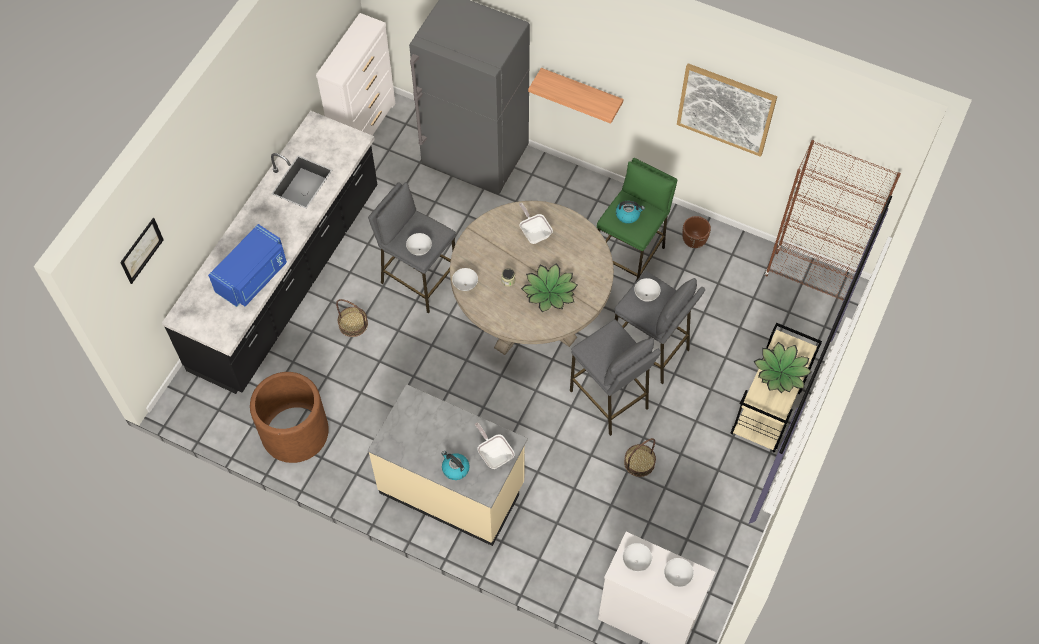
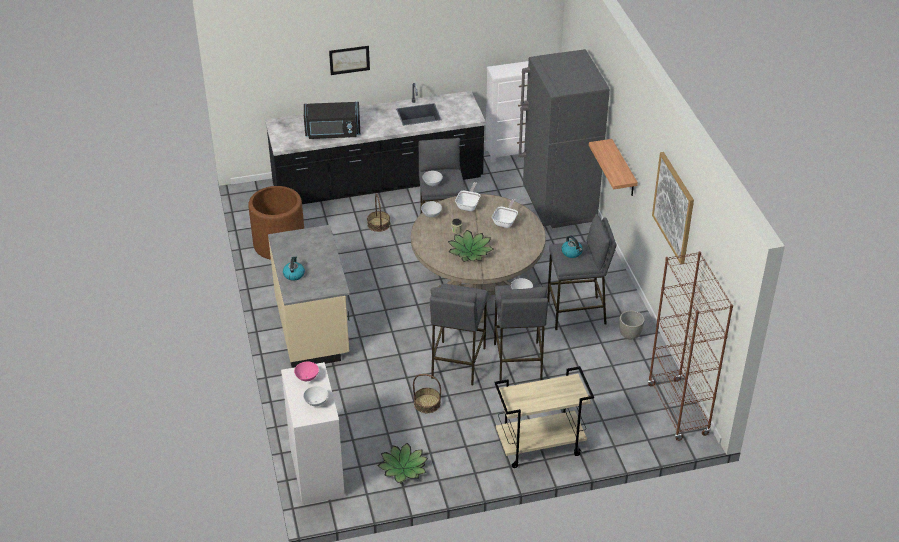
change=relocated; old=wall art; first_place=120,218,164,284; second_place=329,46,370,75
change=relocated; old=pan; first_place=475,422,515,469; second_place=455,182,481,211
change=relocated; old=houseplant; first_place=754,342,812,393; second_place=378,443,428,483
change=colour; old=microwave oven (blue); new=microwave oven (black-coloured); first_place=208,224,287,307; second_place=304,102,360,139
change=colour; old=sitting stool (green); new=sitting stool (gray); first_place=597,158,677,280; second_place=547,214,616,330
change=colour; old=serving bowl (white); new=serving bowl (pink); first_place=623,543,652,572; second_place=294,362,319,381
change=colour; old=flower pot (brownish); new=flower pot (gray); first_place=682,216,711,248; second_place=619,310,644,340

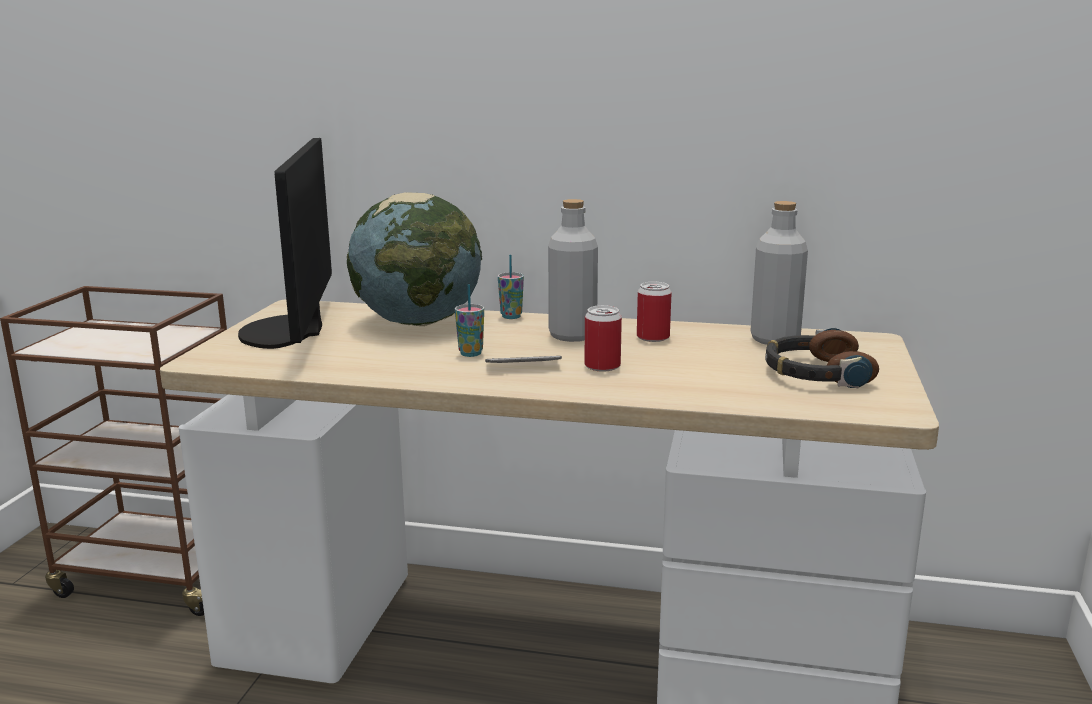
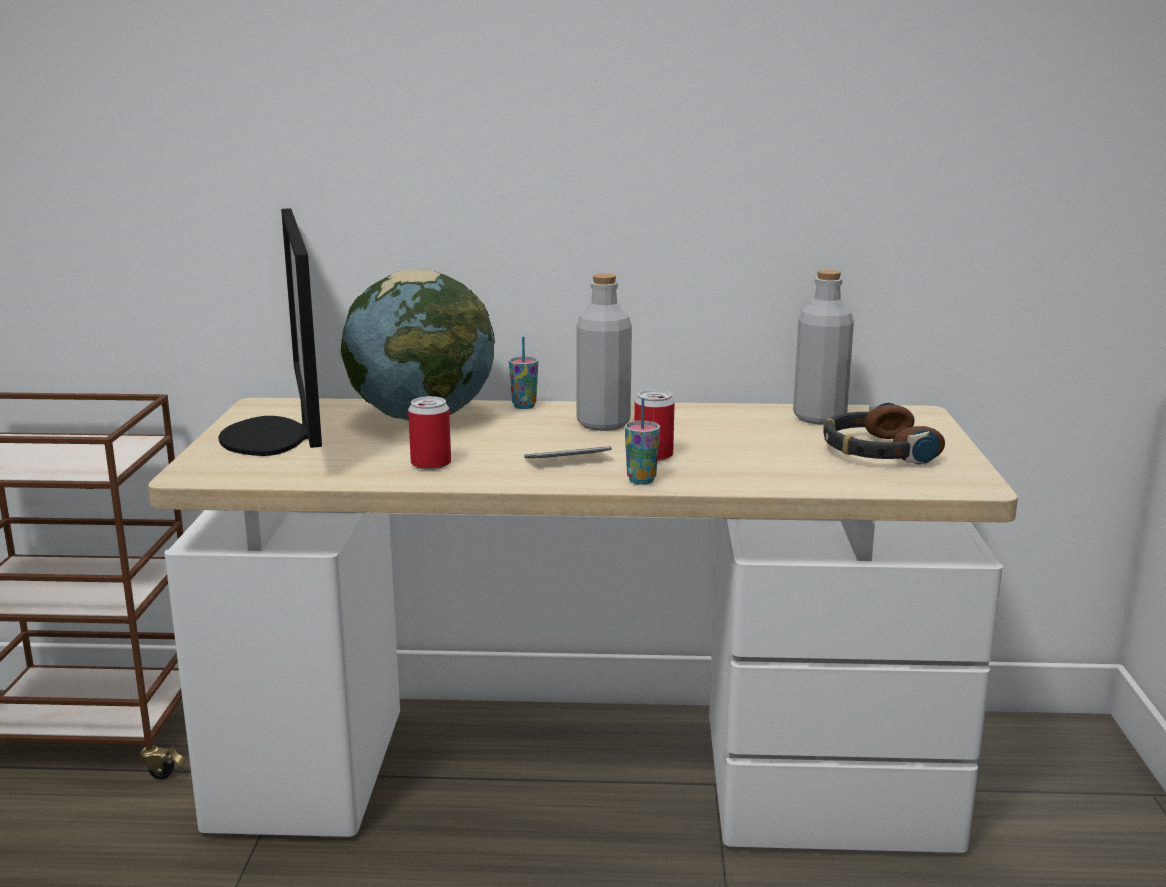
change=relocated; old=small cup; first_place=455,284,484,357; second_place=625,398,660,485
change=relocated; old=can; first_place=637,282,672,342; second_place=408,396,451,470

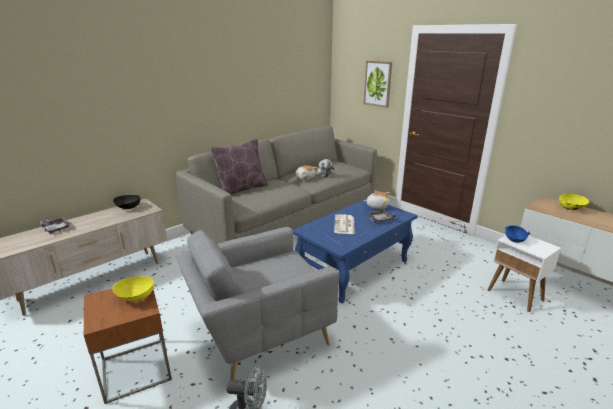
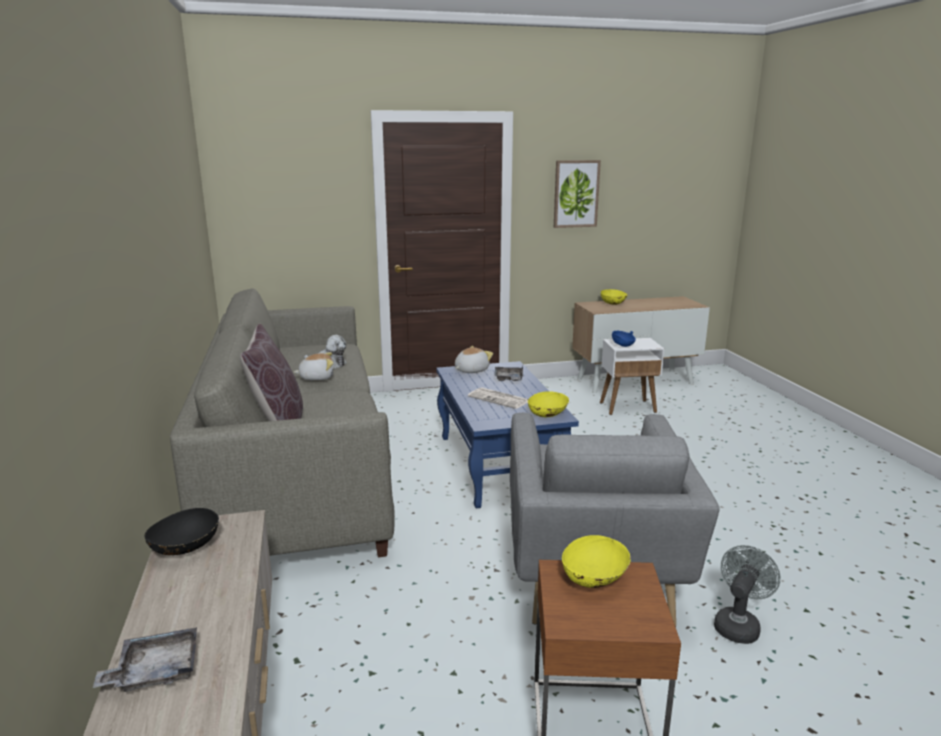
change=appeared; new=serving bowl (yellowish); second_place=528,391,569,417
change=relocated; old=wall art; first_place=364,61,392,108; second_place=554,160,601,228

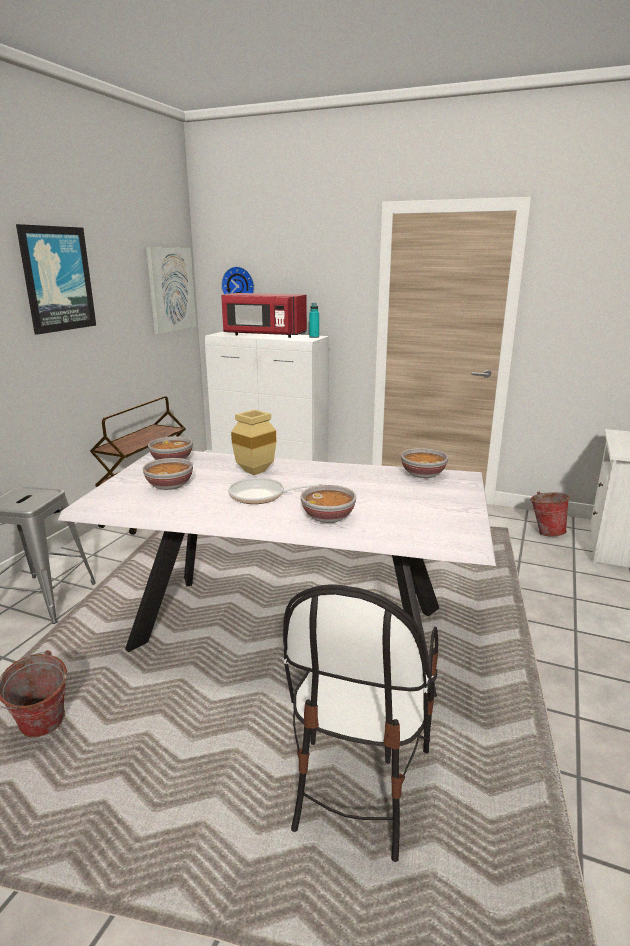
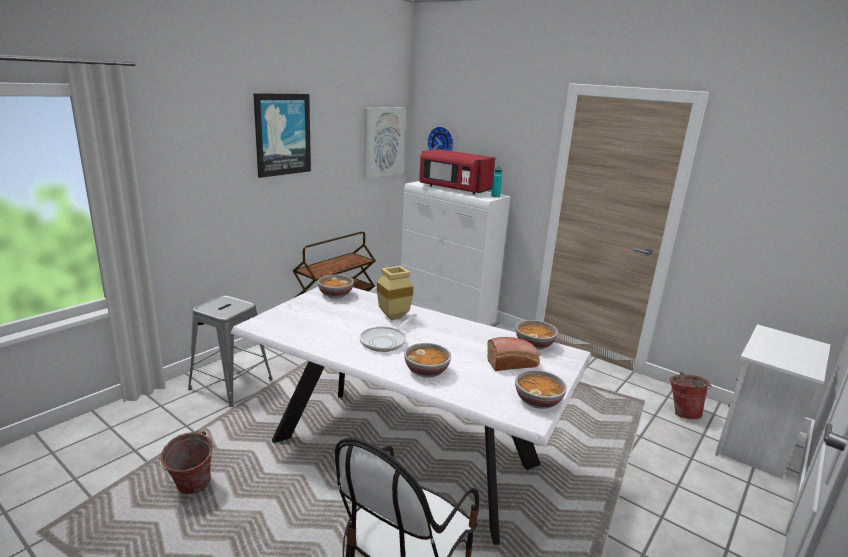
change=appeared; new=bakery bread; second_place=487,337,540,371
change=relocated; old=serving bowl; first_place=143,458,193,490; second_place=515,370,567,409
change=spun; old=pan; first_place=228,478,326,504; second_place=360,314,417,352; degrees=-75

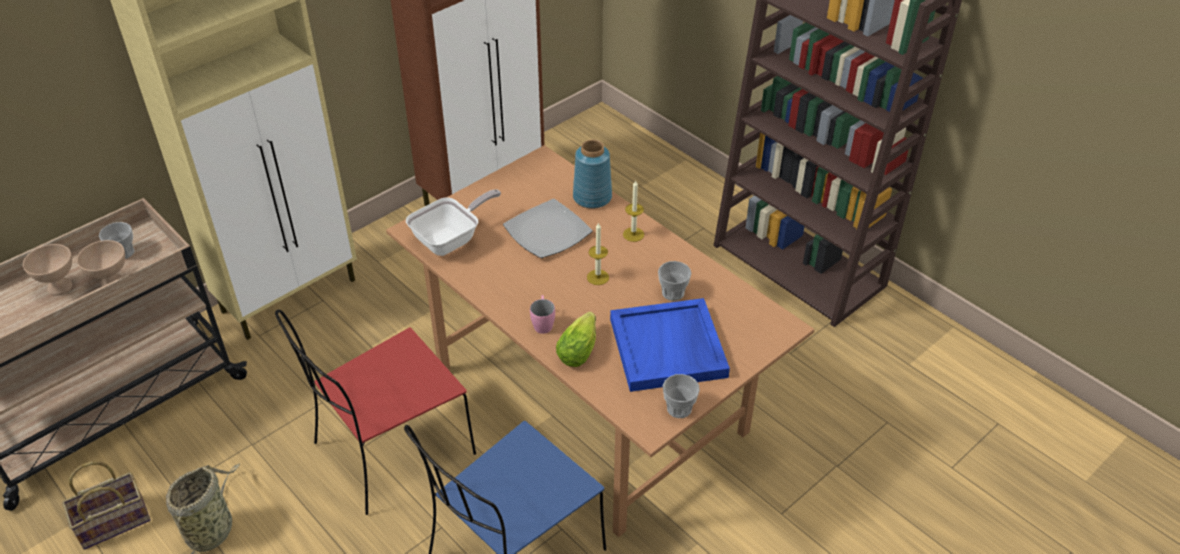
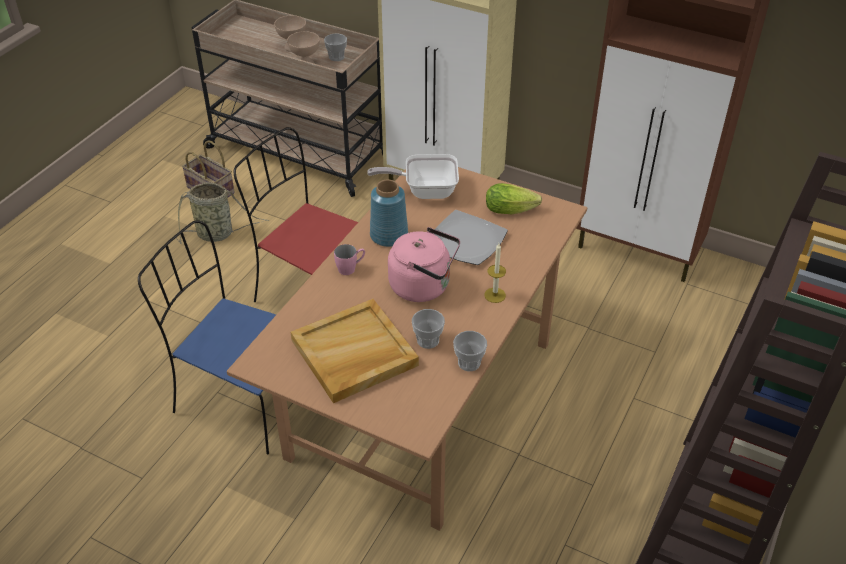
change=relocated; old=lettuce head; first_place=556,312,596,367; second_place=486,183,542,214
change=relocated; old=flower vase (blue); first_place=573,139,612,208; second_place=370,180,408,247
change=relocated; old=small cup; first_place=663,374,700,418; second_place=453,331,487,371
change=exchanged; old=wax candle; new=tea kettle (pink); first_place=587,222,609,285; second_place=388,227,460,302
change=colour; old=serving tray (blue); new=serving tray (beige); first_place=610,298,730,392; second_place=291,299,419,403
change=spun; old=pan; first_place=406,189,501,256; second_place=367,154,459,199; degrees=150

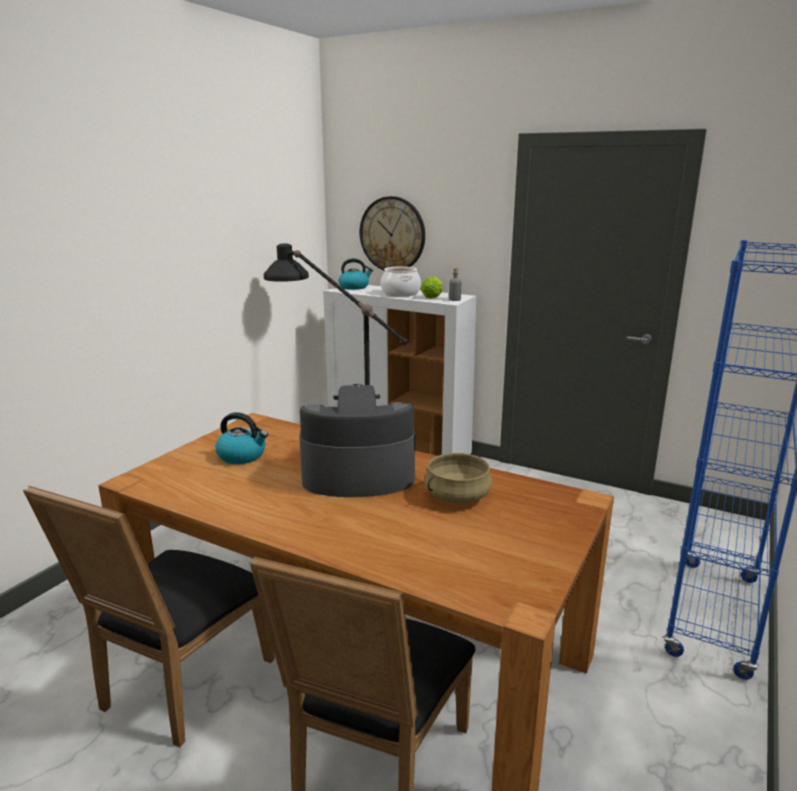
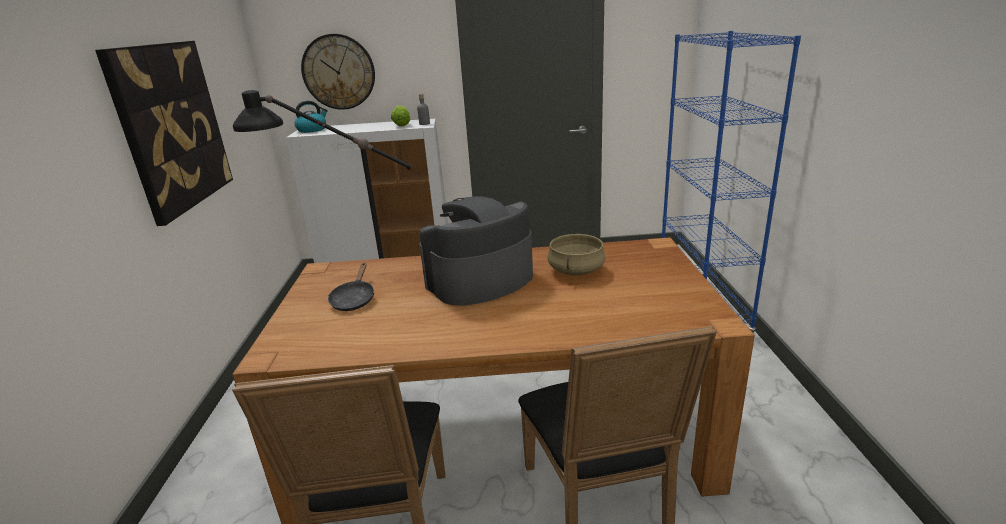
change=missing; old=saucepot; first_place=381,266,421,297
change=appeared; new=wall art; second_place=95,41,233,226
change=exchanged; old=tea kettle; new=pan (black-coloured); first_place=215,412,268,464; second_place=328,263,374,311

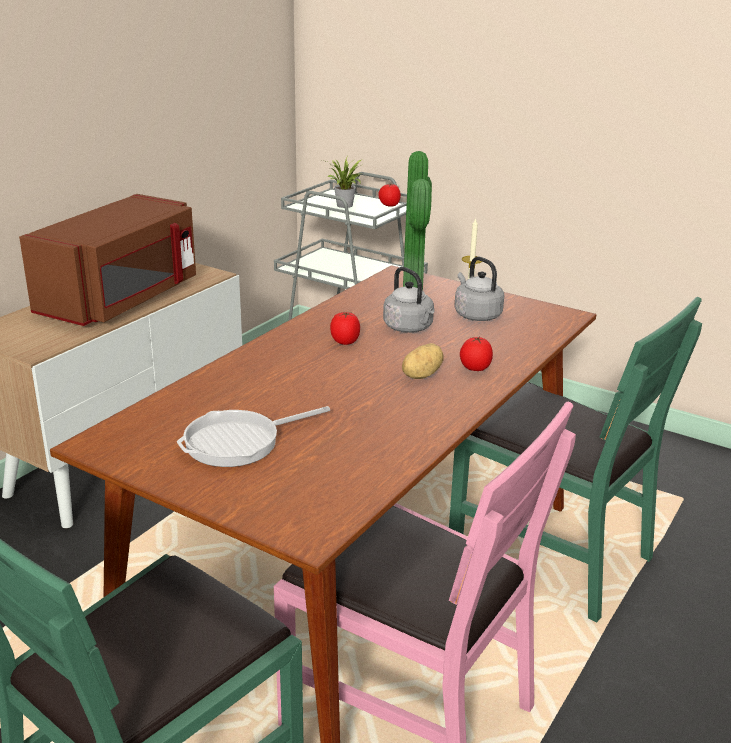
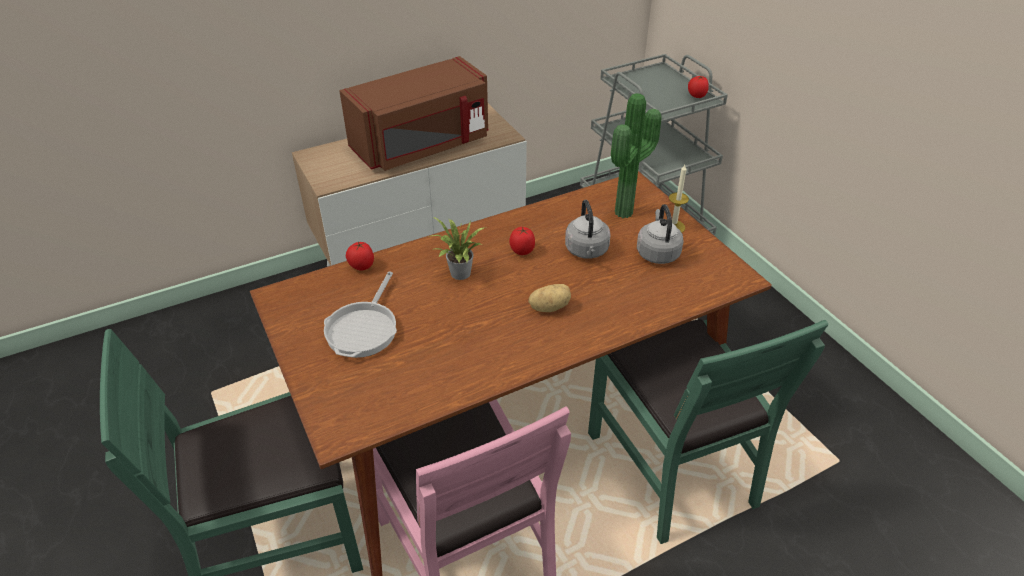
change=relocated; old=houseplant; first_place=322,157,363,208; second_place=429,217,486,280
change=relocated; old=tomato; first_place=460,336,493,371; second_place=346,242,374,270
change=spun; old=pan; first_place=177,406,330,467; second_place=324,272,397,358; degrees=-75

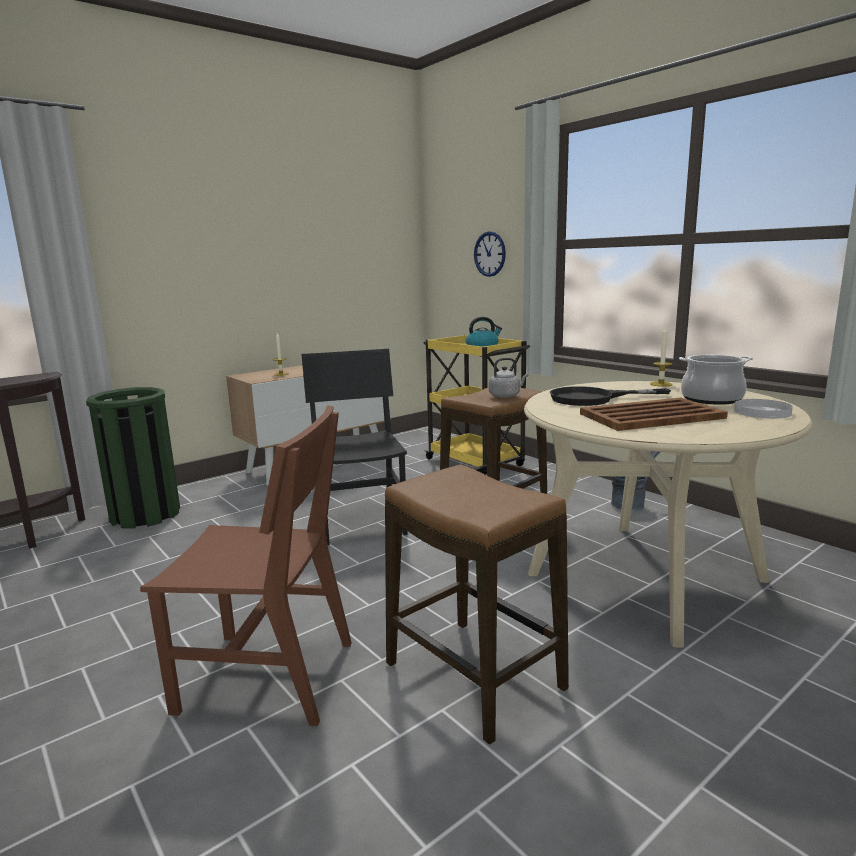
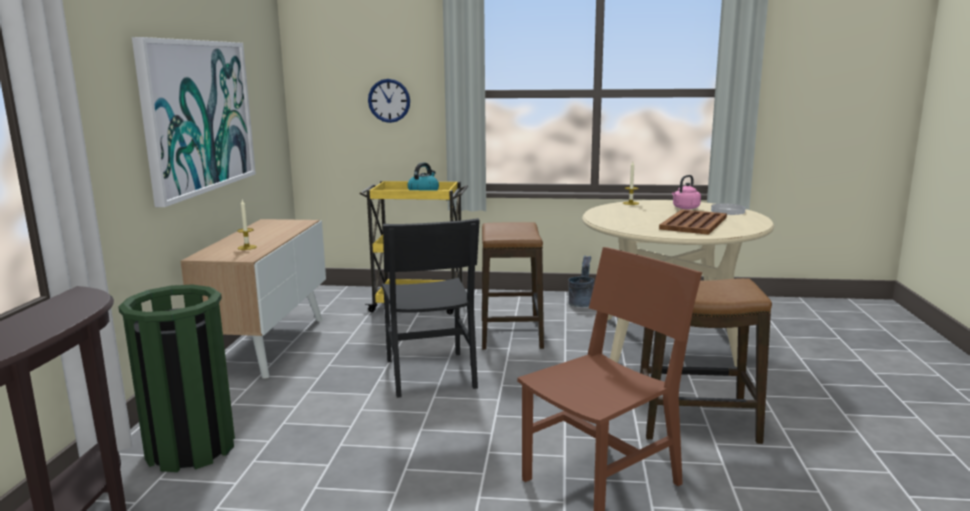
change=missing; old=tea kettle (gray); first_place=489,358,528,398
change=missing; old=pan (black-coloured); first_place=550,386,671,406
change=appeared; new=wall art; second_place=132,37,256,207
change=exchanged; old=saucepot; new=tea kettle (pink); first_place=679,355,753,405; second_place=672,175,701,209
change=spun; old=plain chair (black-coloured); first_place=301,349,408,545; second_place=382,218,480,398; degrees=-135

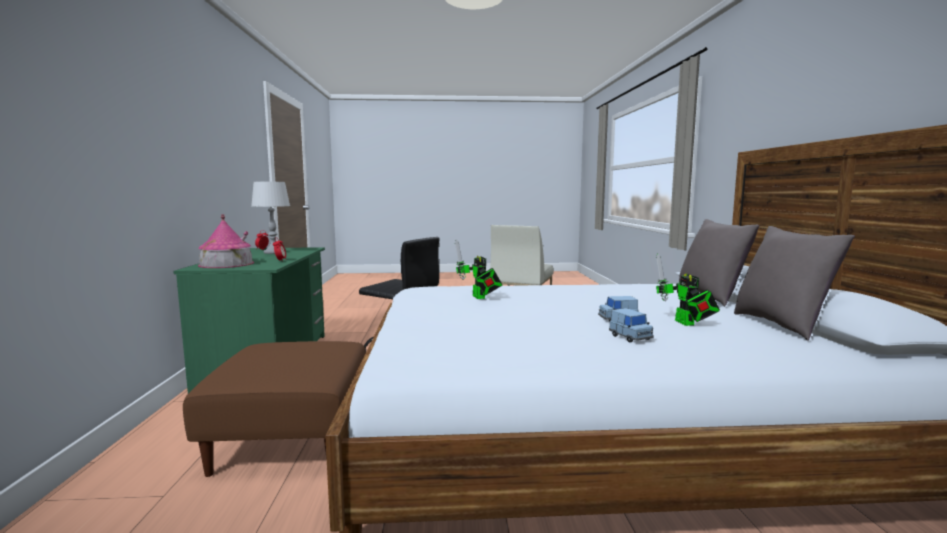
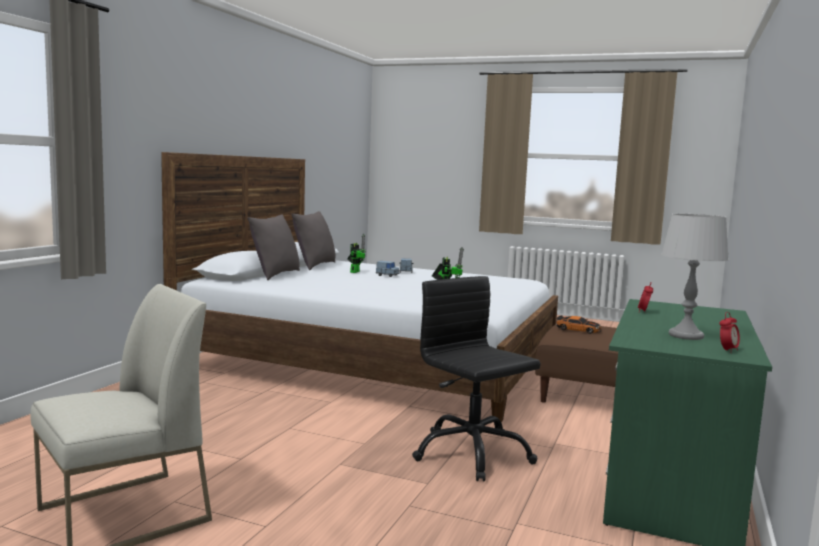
change=missing; old=model house; first_place=198,214,254,268
change=appeared; new=toy car; second_place=556,316,601,334

